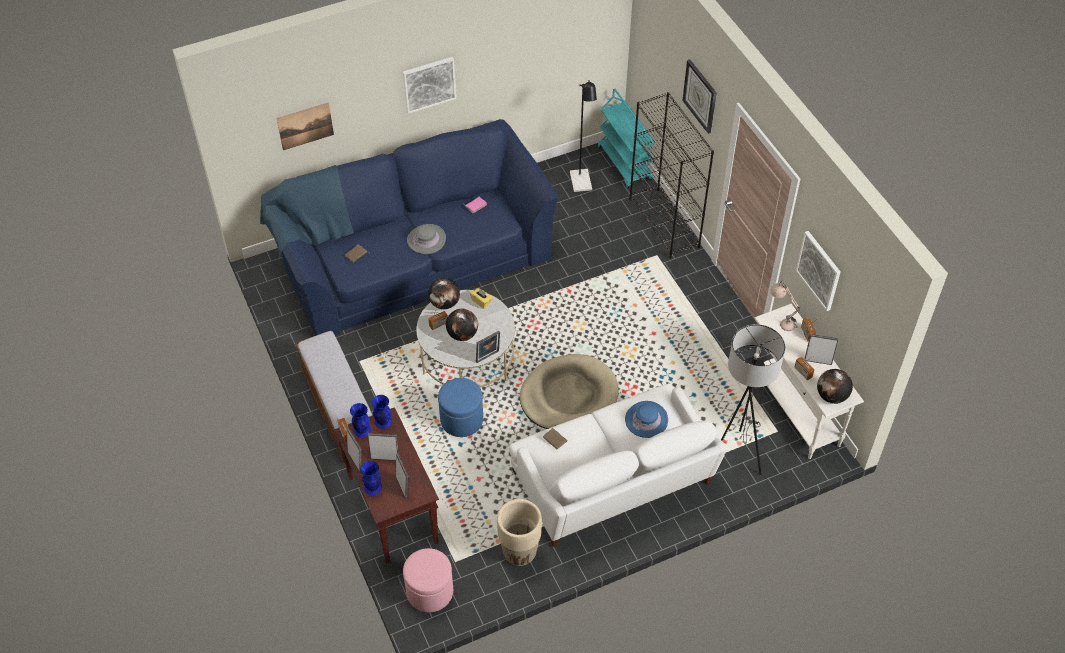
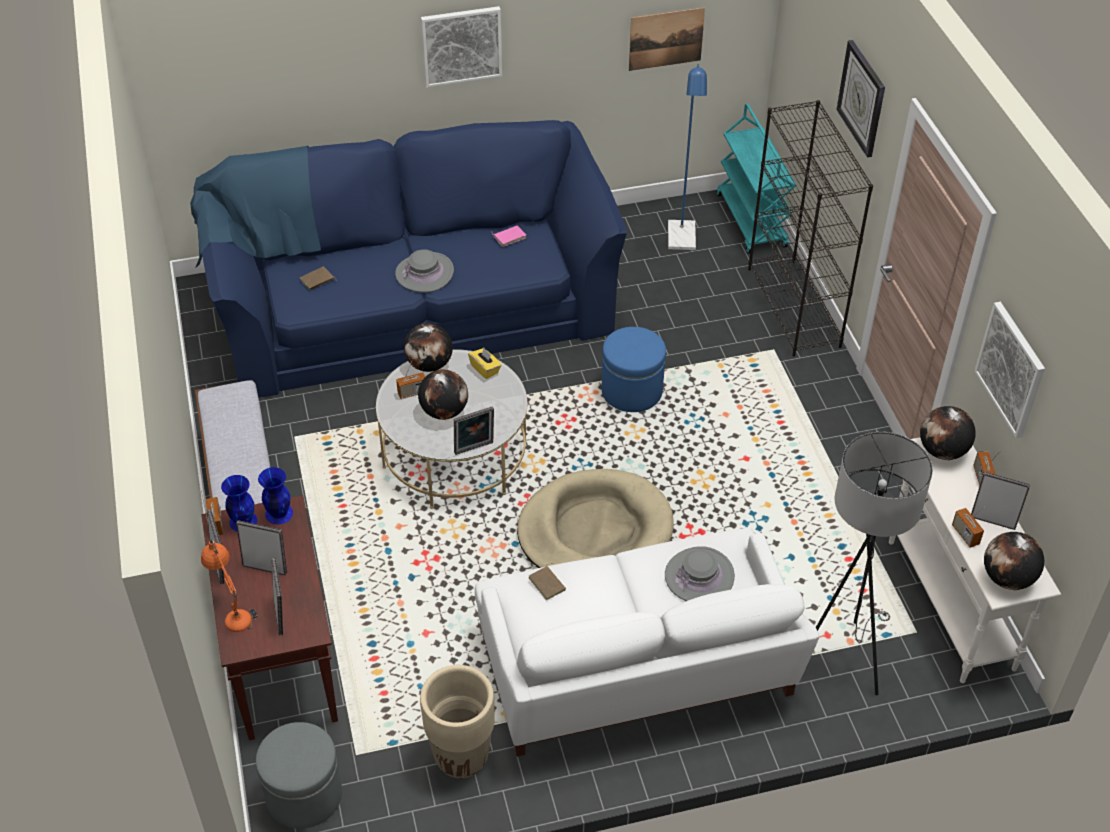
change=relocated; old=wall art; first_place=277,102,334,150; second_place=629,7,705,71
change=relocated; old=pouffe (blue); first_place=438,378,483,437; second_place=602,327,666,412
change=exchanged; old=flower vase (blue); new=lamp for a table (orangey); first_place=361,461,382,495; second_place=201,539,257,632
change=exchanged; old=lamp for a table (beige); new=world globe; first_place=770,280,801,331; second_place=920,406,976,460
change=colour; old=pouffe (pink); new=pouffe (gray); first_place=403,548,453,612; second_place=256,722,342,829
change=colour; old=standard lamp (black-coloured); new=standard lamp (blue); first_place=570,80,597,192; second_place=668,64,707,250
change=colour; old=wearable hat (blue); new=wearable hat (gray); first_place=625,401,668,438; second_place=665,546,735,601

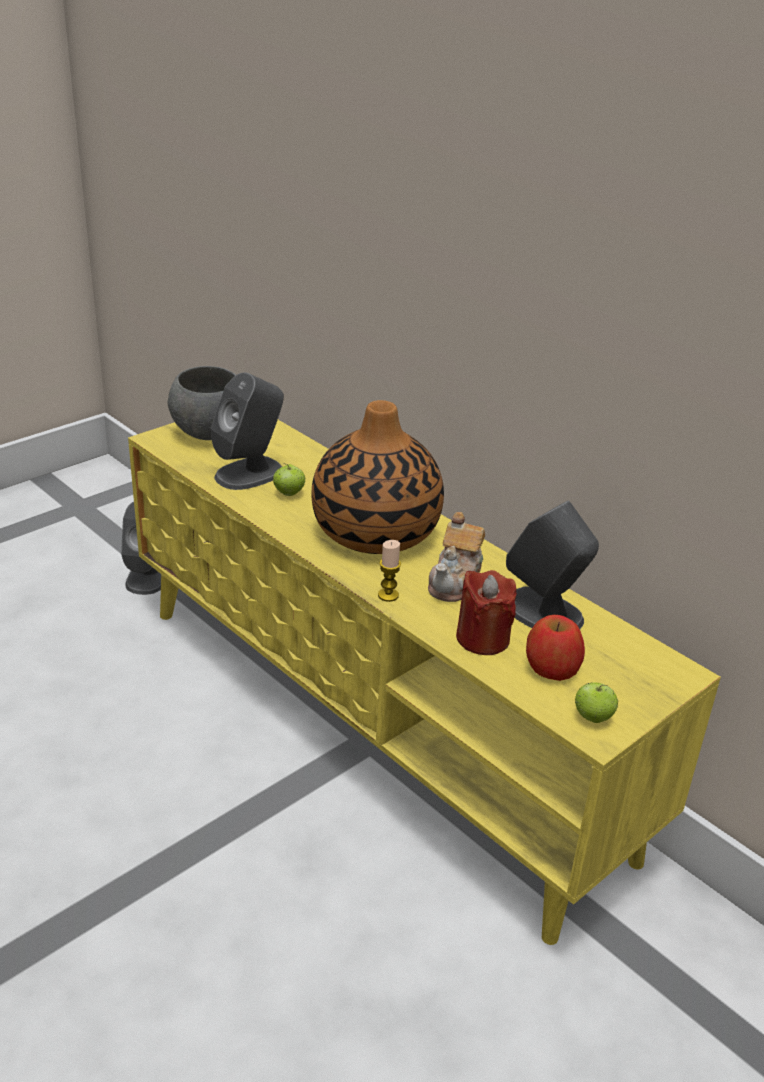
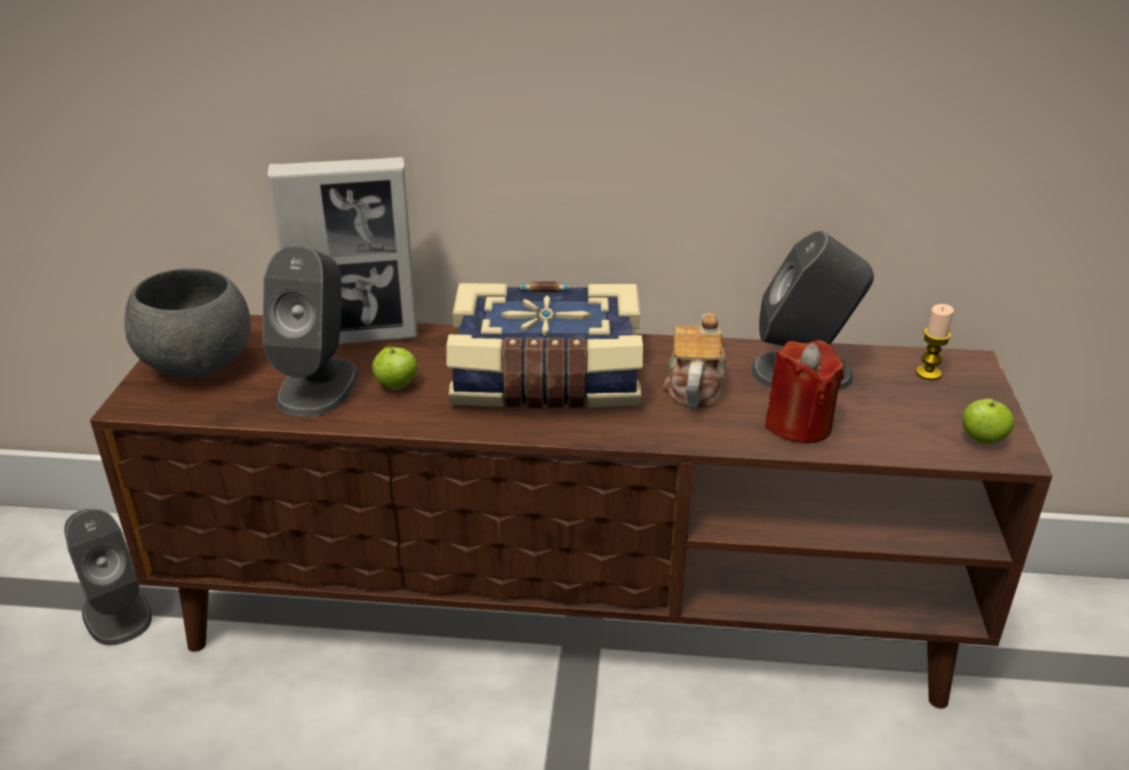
change=missing; old=whole apple; first_place=526,615,585,681
change=appeared; new=standing frame; second_place=267,157,418,344
change=relocated; old=wax candle; first_place=378,540,401,602; second_place=916,304,954,380
change=exchanged; old=flower vase; new=volume; first_place=311,400,444,554; second_place=446,281,643,408
change=colour; old=media console (yellowish); new=media console (brownish); first_place=128,420,721,945; second_place=90,315,1052,709
change=spun; old=pot for tea; first_place=428,512,485,602; second_place=663,313,726,408; degrees=-150

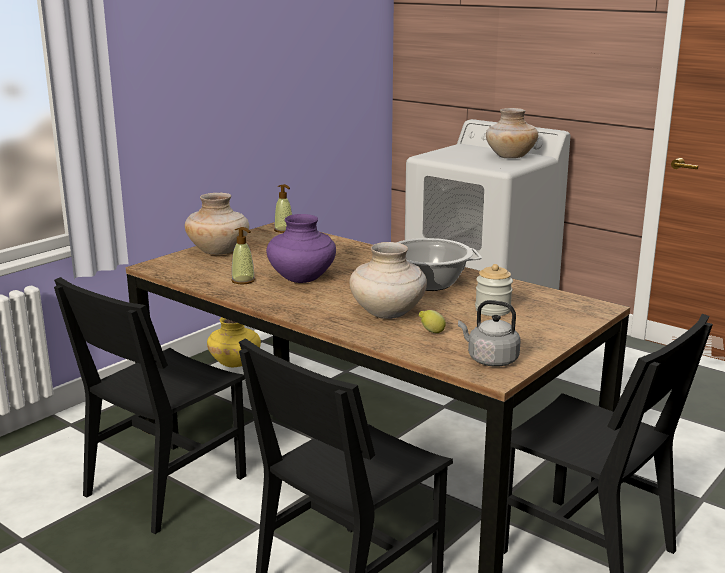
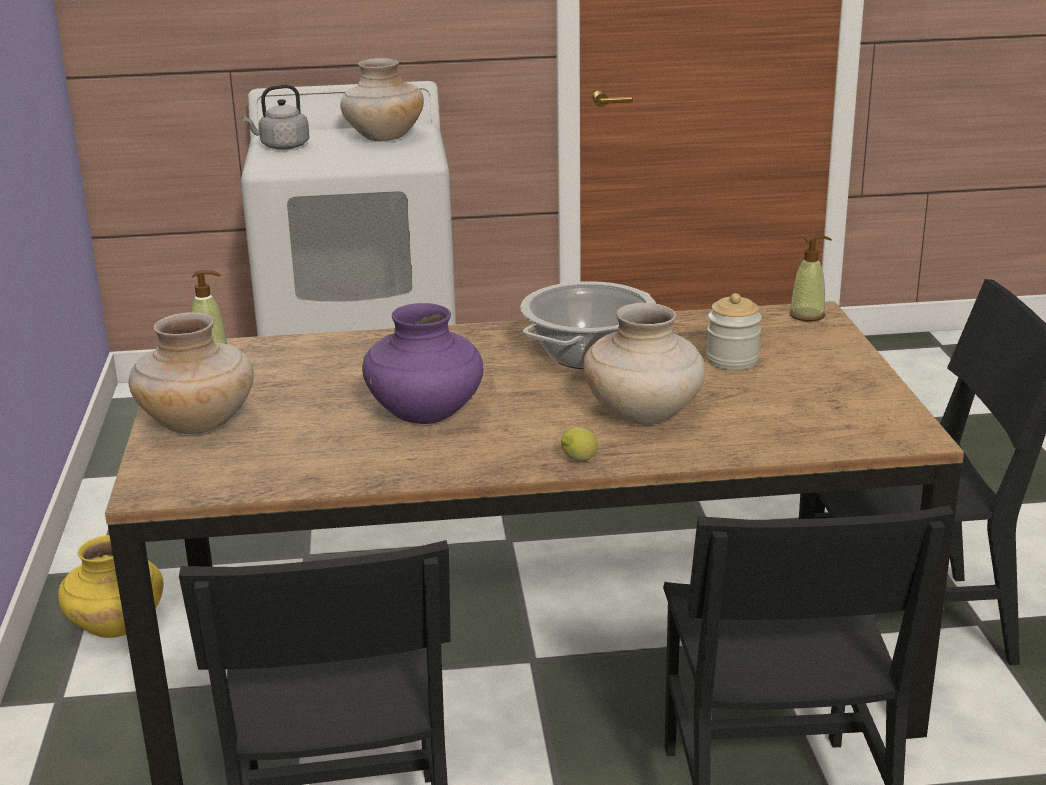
change=relocated; old=soap dispenser; first_place=231,227,255,284; second_place=790,235,832,321
change=relocated; old=whole lemon; first_place=419,310,446,333; second_place=561,427,598,461
change=relocated; old=tea kettle (gray); first_place=458,300,521,367; second_place=243,85,310,150

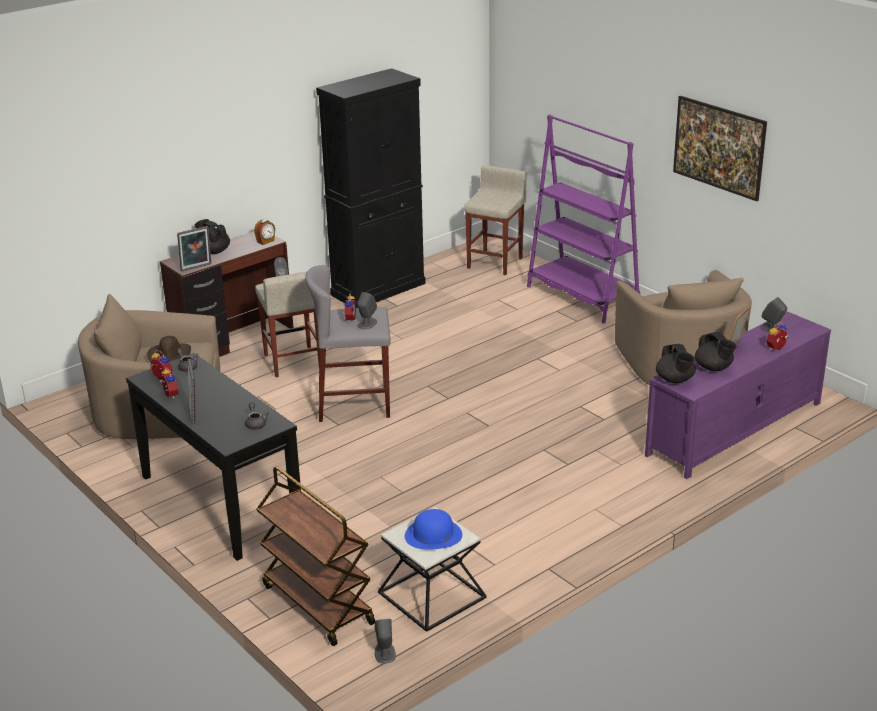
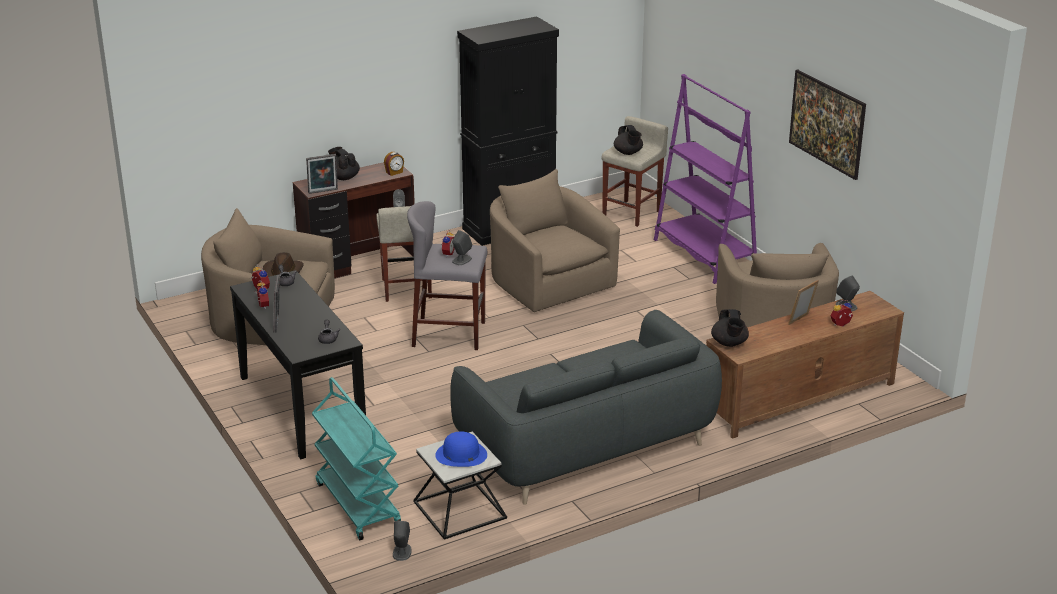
change=appeared; new=sofa (gray); second_place=450,310,722,505
change=appeared; new=easy chair (beige); second_place=490,169,620,312
change=relocated; old=pot for tea (black-coloured); first_place=695,332,736,371; second_place=614,125,643,155
change=colour; old=cart (brownish); new=cart (blue-green); first_place=257,466,375,646; second_place=312,377,401,540
change=colour; old=media console (purple); new=media console (brownish); first_place=645,311,831,479; second_place=706,291,904,439

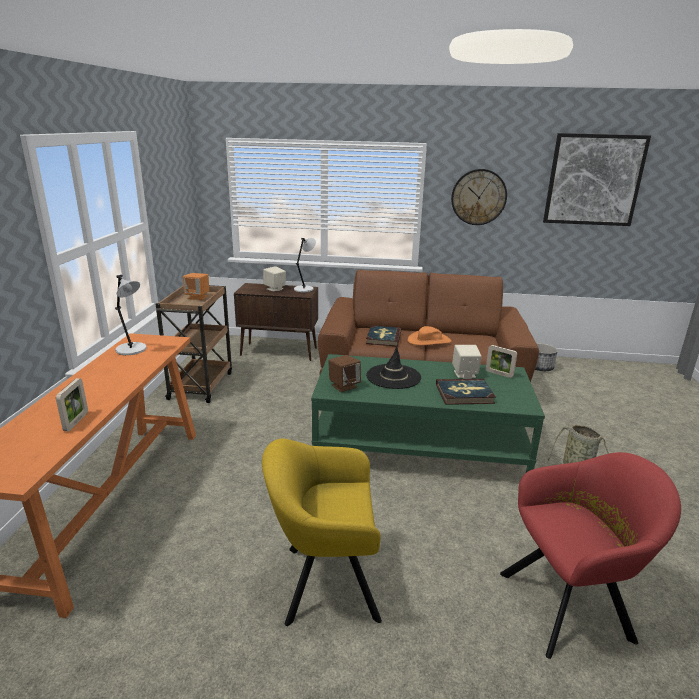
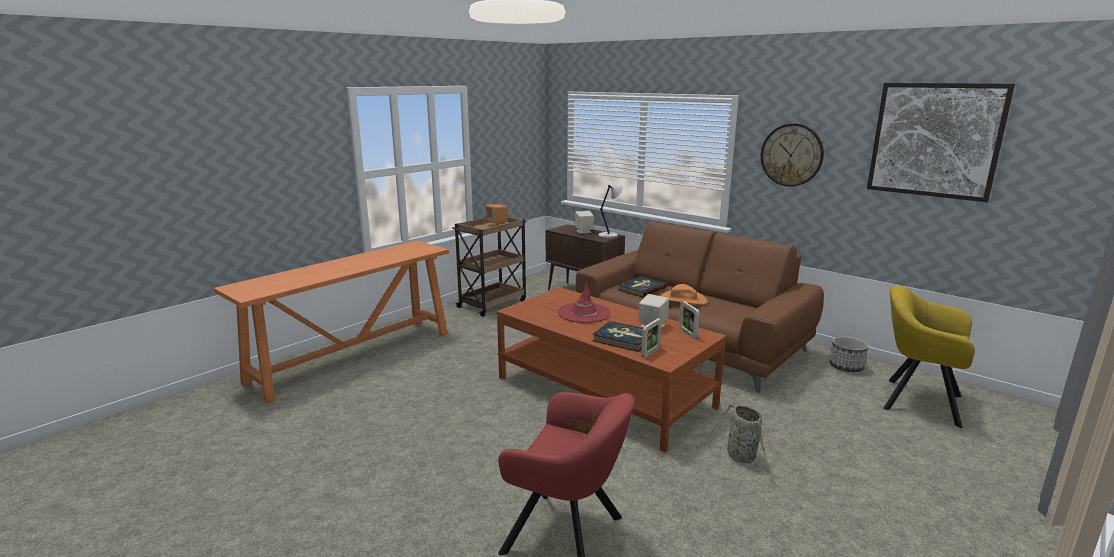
change=missing; old=lamp for a table (gray); first_place=115,275,146,355
change=missing; old=loudspeaker (brownish); first_place=329,355,361,392
change=relocated; old=standing frame; first_place=56,378,88,431; second_place=641,318,662,358
change=relocated; old=easy chair (yellowish); first_place=262,439,382,626; second_place=883,285,975,428
change=colour; old=lounge table (green); new=lounge table (brownish); first_place=311,354,545,473; second_place=496,287,727,453
change=colour; old=wearable hat (black-coloured); new=wearable hat (reddish); first_place=366,346,421,389; second_place=558,282,611,323

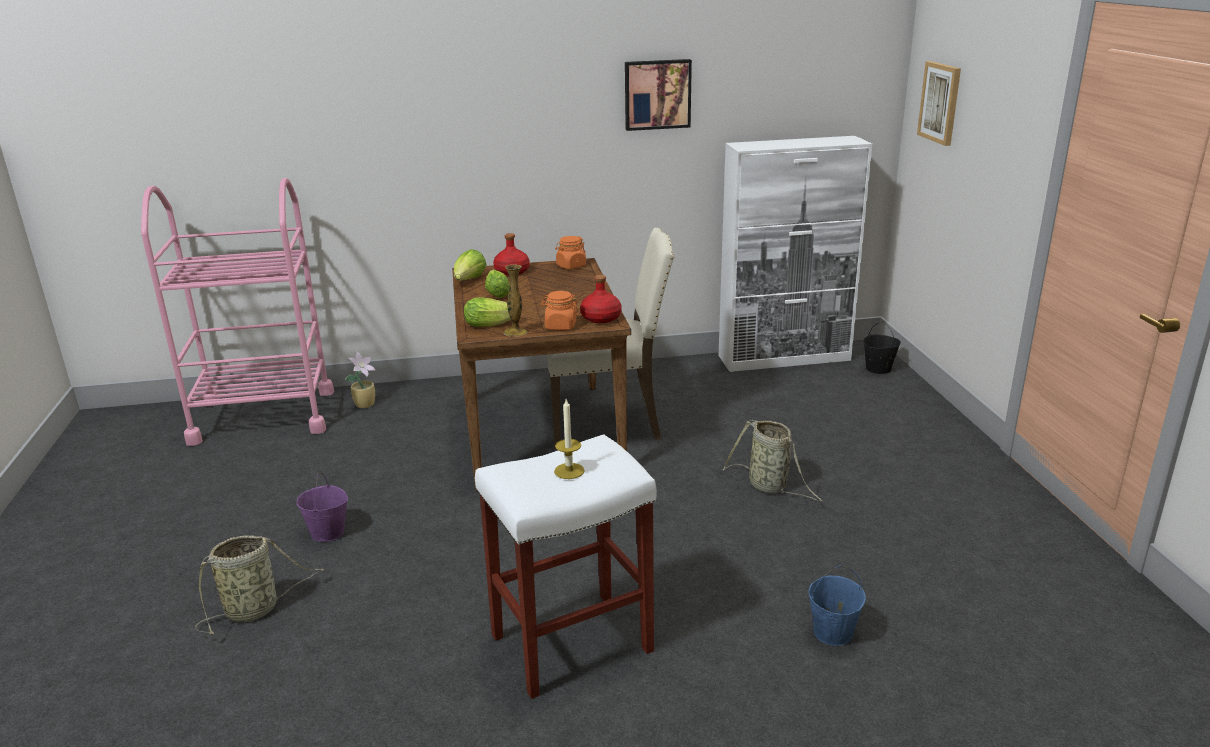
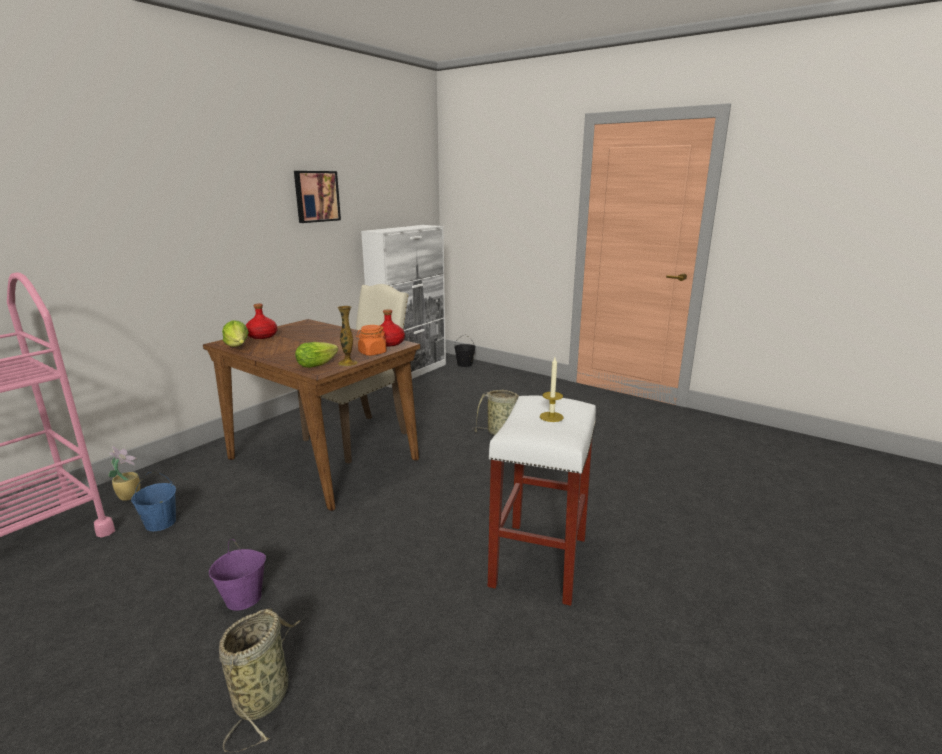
change=missing; old=lettuce head; first_place=485,270,510,298
change=missing; old=storage jar (orangey); first_place=555,236,586,269
change=missing; old=wall art; first_place=917,61,961,146
change=relocated; old=water bucket (blue); first_place=808,565,866,646; second_place=131,472,176,531

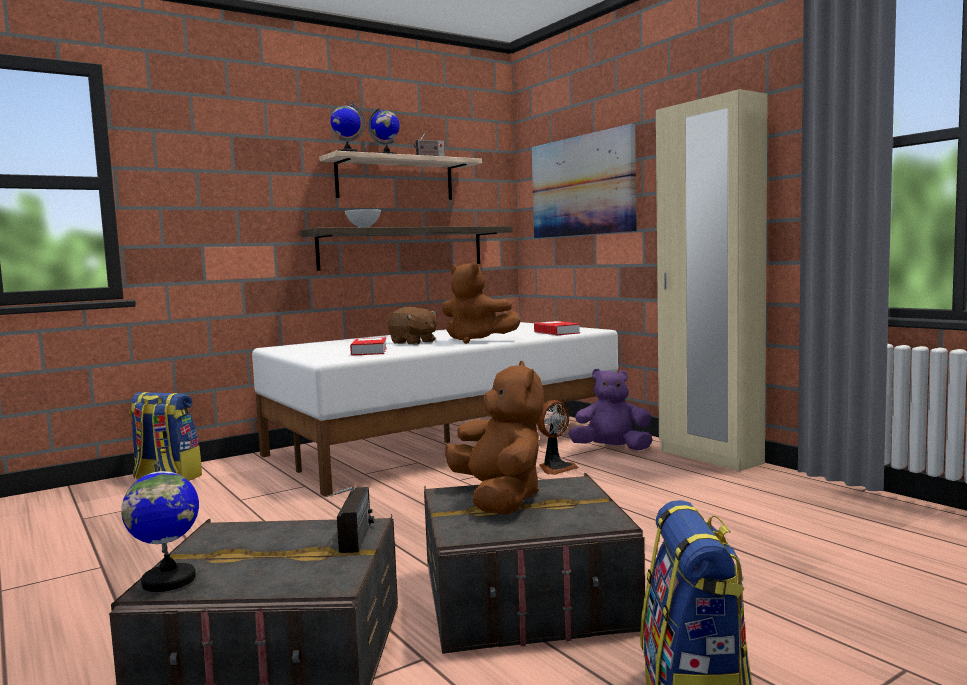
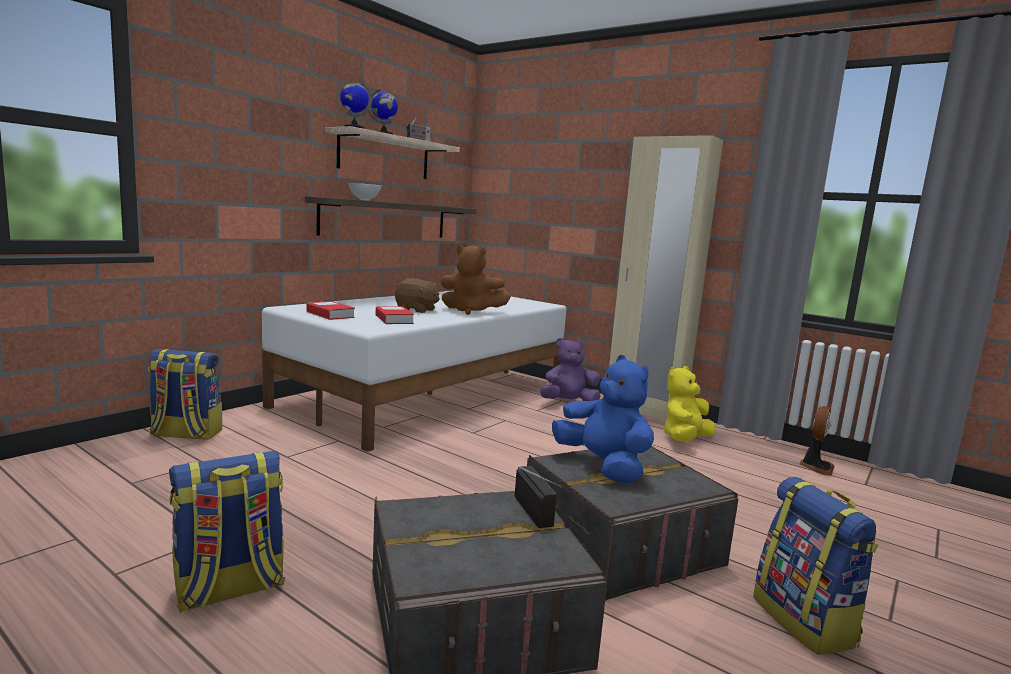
change=missing; old=world globe; first_place=121,459,199,592
change=missing; old=wall art; first_place=532,124,637,238
change=appeared; new=backpack; second_place=169,451,285,613
change=appeared; new=plush toy (yellowish); second_place=664,366,715,441
change=relocated; old=volume; first_place=534,321,580,335; second_place=307,301,355,320
change=relocated; old=cooling fan; first_place=537,400,579,475; second_place=800,406,835,476
change=colour; old=plush toy (brownish); new=plush toy (blue); first_place=445,361,544,515; second_place=552,355,654,484

